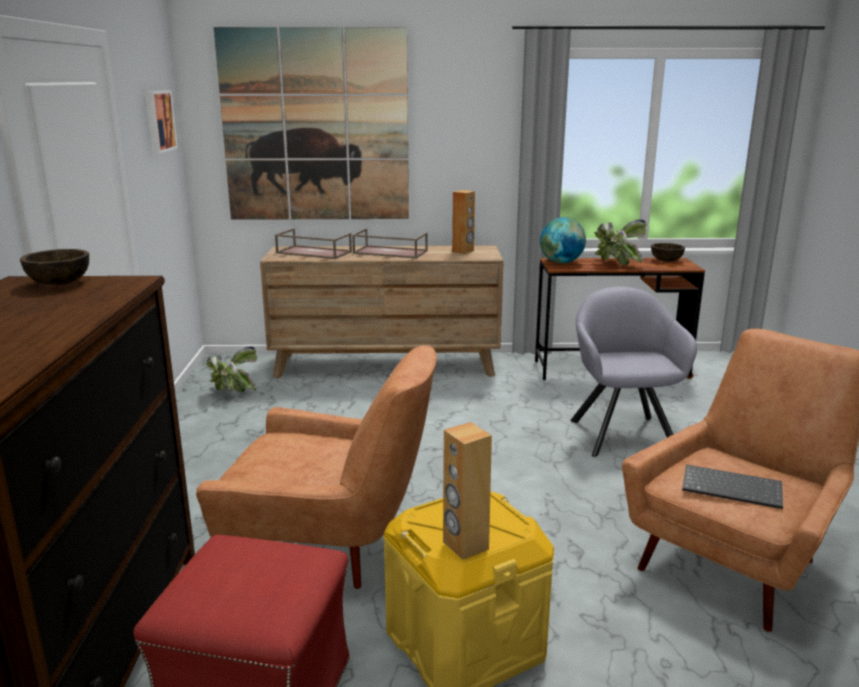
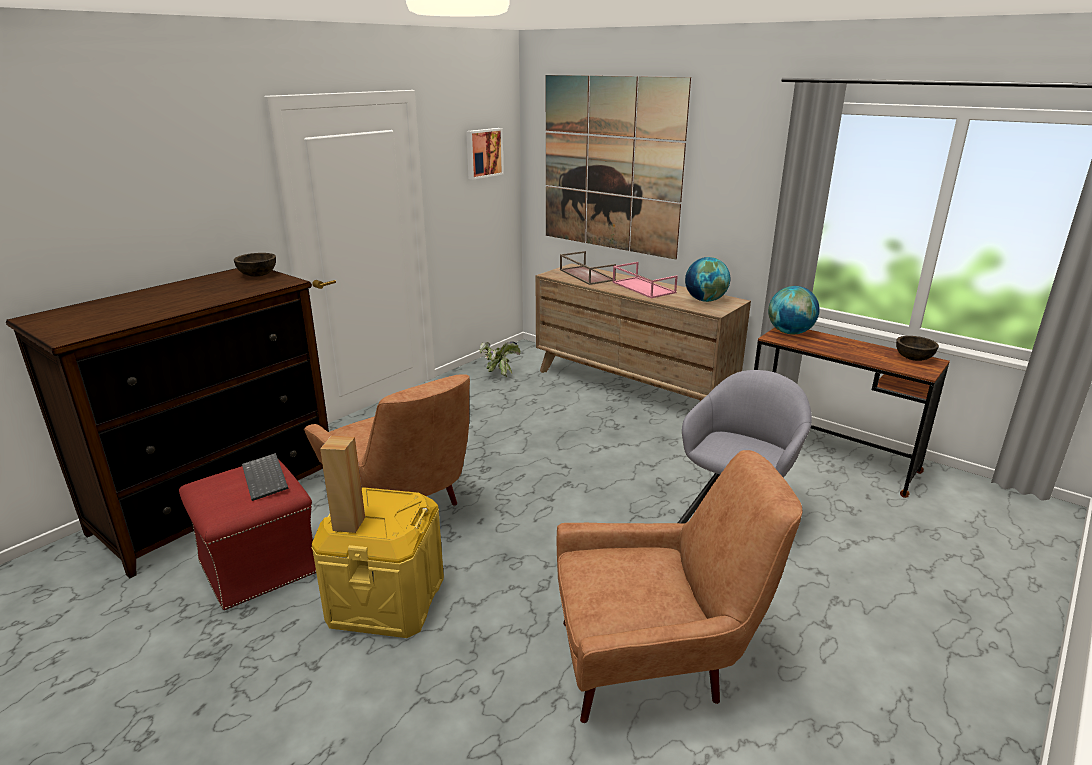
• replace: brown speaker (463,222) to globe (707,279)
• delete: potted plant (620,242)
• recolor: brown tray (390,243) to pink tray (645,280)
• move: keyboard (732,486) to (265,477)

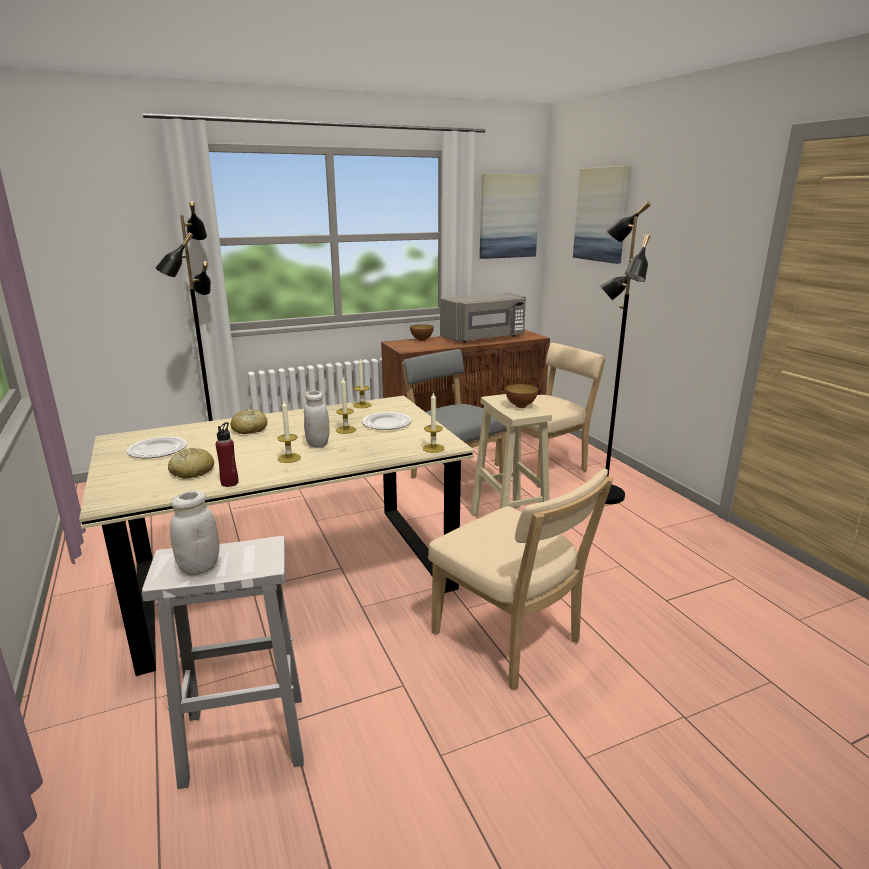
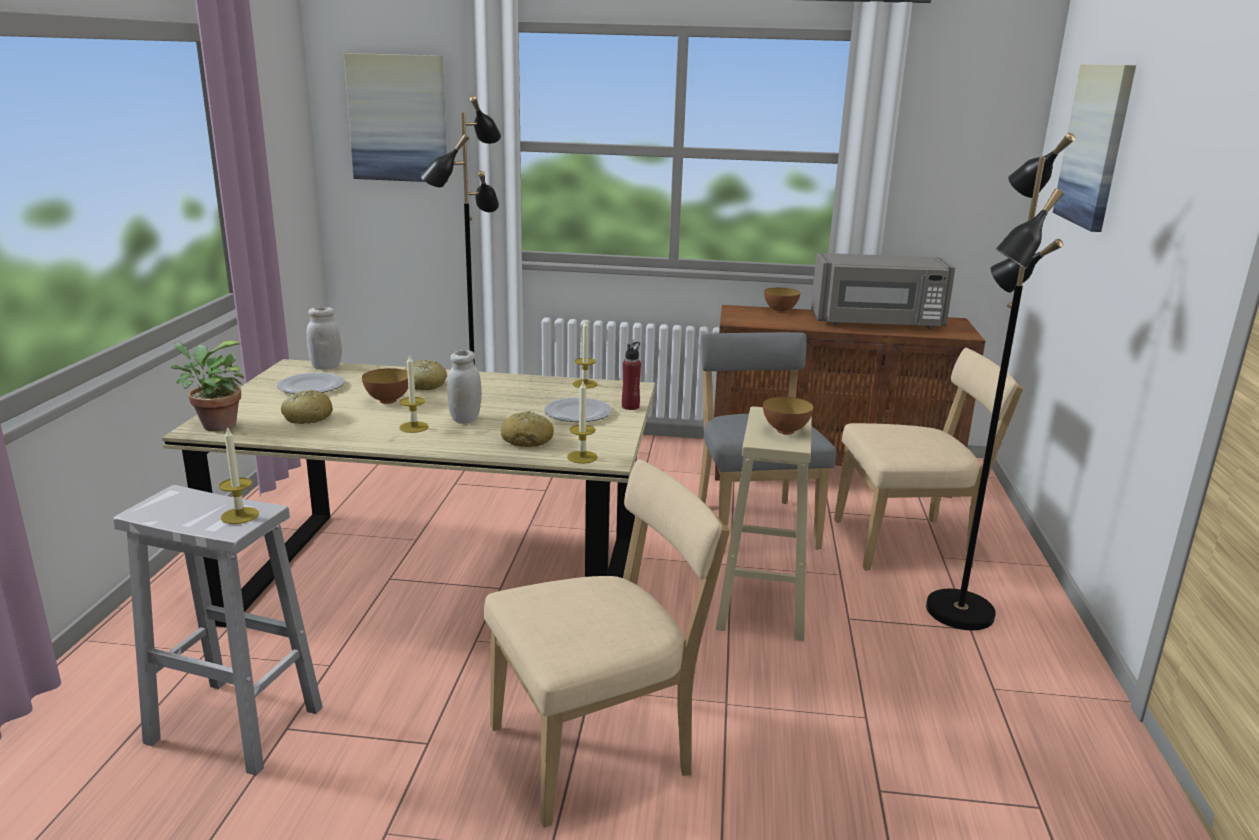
• move: picture (510,216) to (396,117)
• move: candle (346,406) to (239,475)
• move: red bottle (226,454) to (631,376)
• rotate: beige chair (520,579) = (607,643) 105 degrees counterclockwise
• move: white jar (194,533) to (324,338)
• insert: potted plant (207,385)
• insert: bowl (385,386)
• insert: bread (527,429)

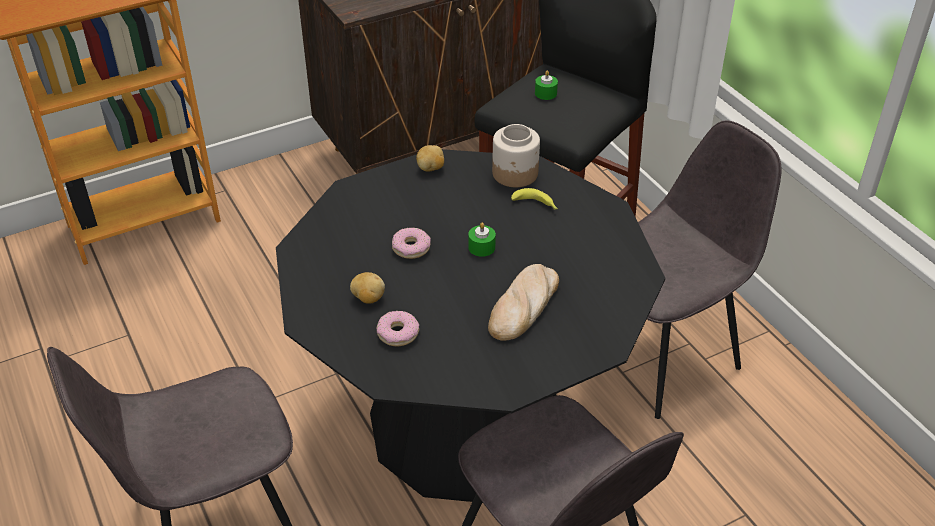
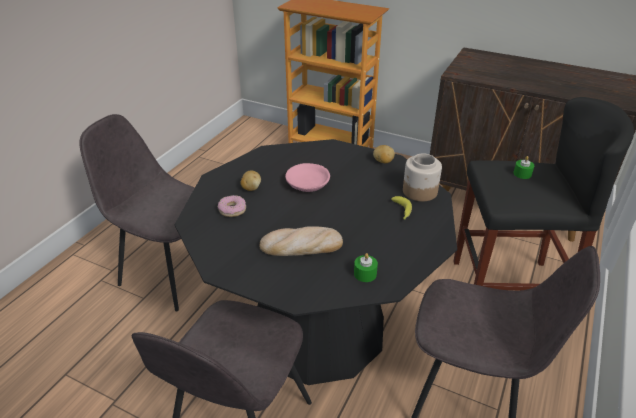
• move: green candle (482,239) to (366,267)
• replace: donut (411,243) to pink bowl (307,177)

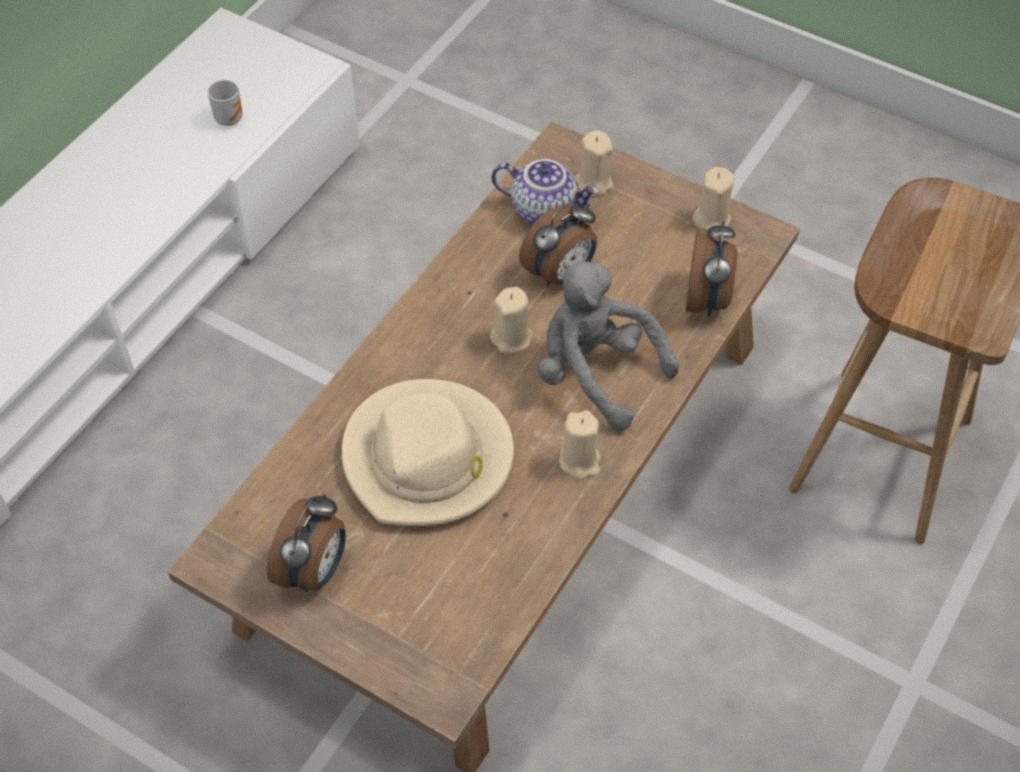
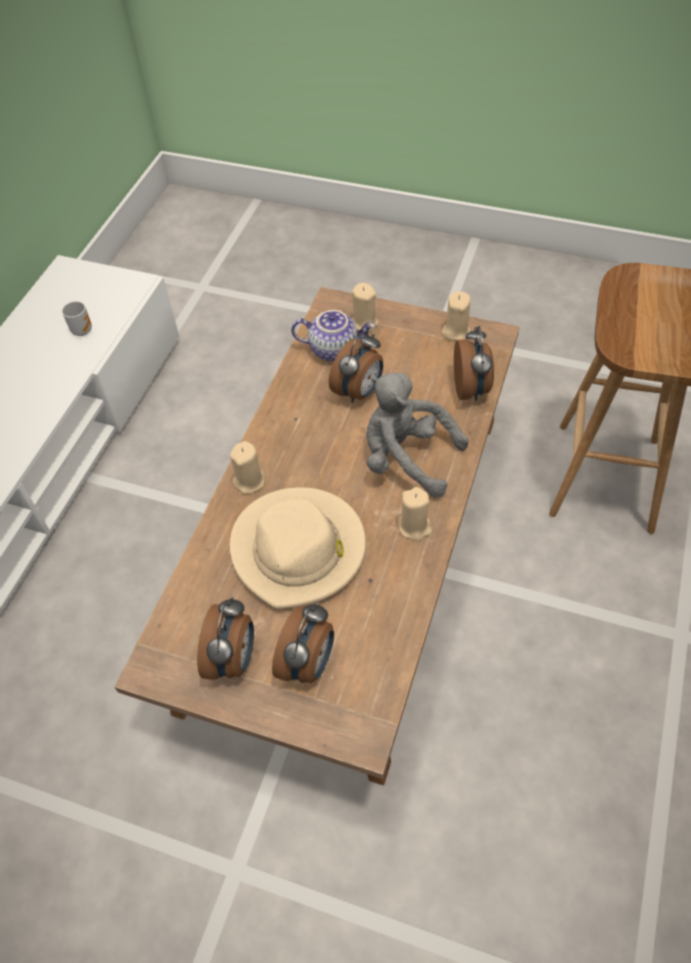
• move: beige candle (511,320) to (247,467)
• insert: alarm clock (303,642)

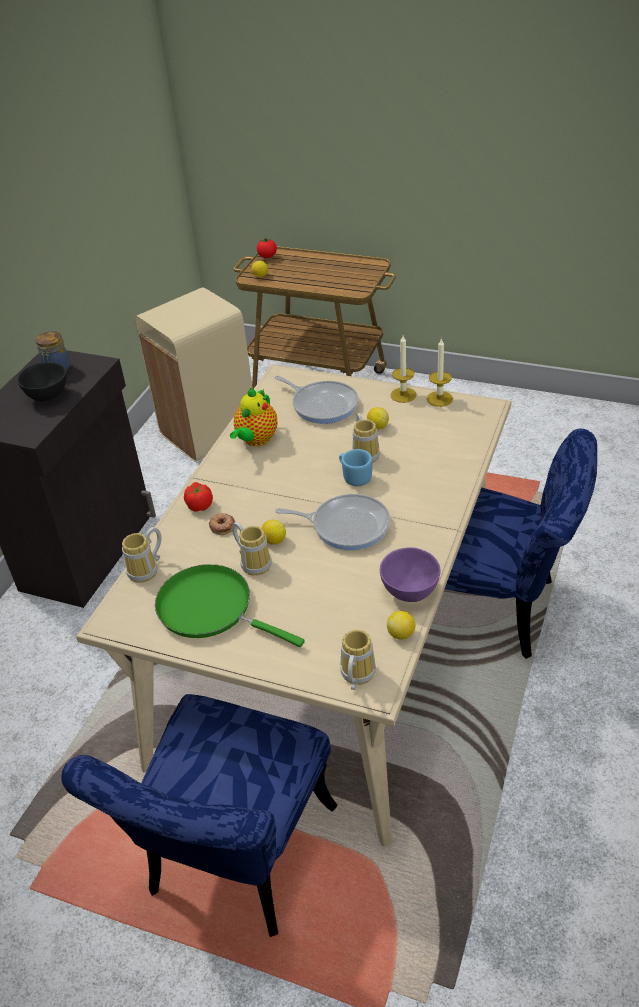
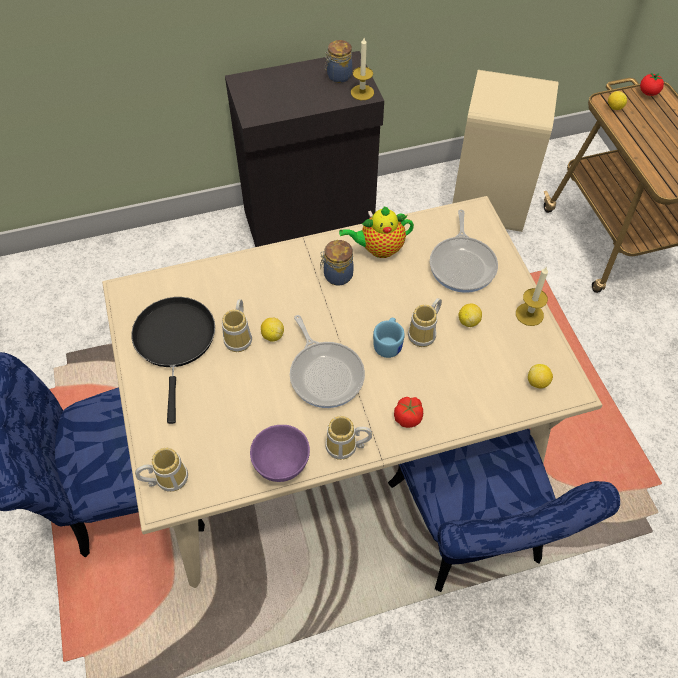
• move: candle (440,372) to (362,69)
• delete: black bowl (42,381)
• move: tomato (198,497) to (408,412)
• delete: donut (222,524)
• move: mug (142,555) to (348,438)
• recolor: green frying pan (230,605) to black frying pan (173,360)
• move: lemon (401,625) to (540,376)
• insert: jar (337,263)

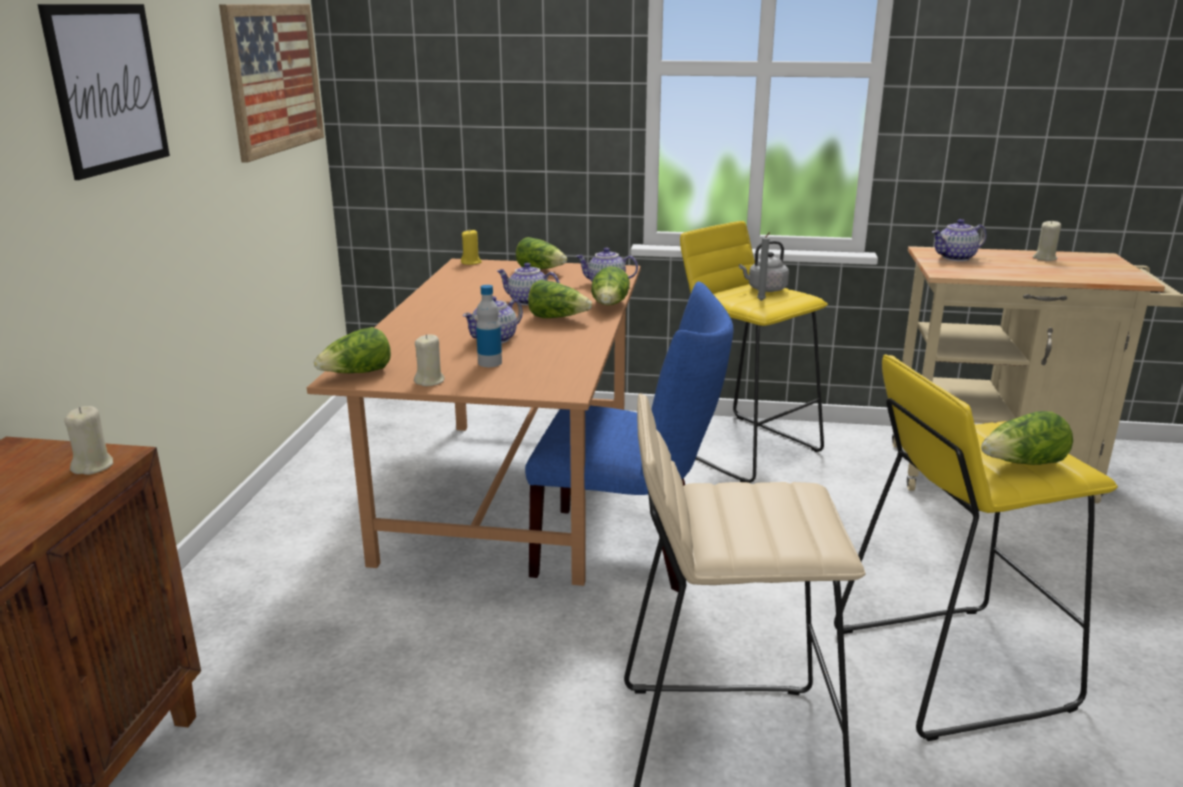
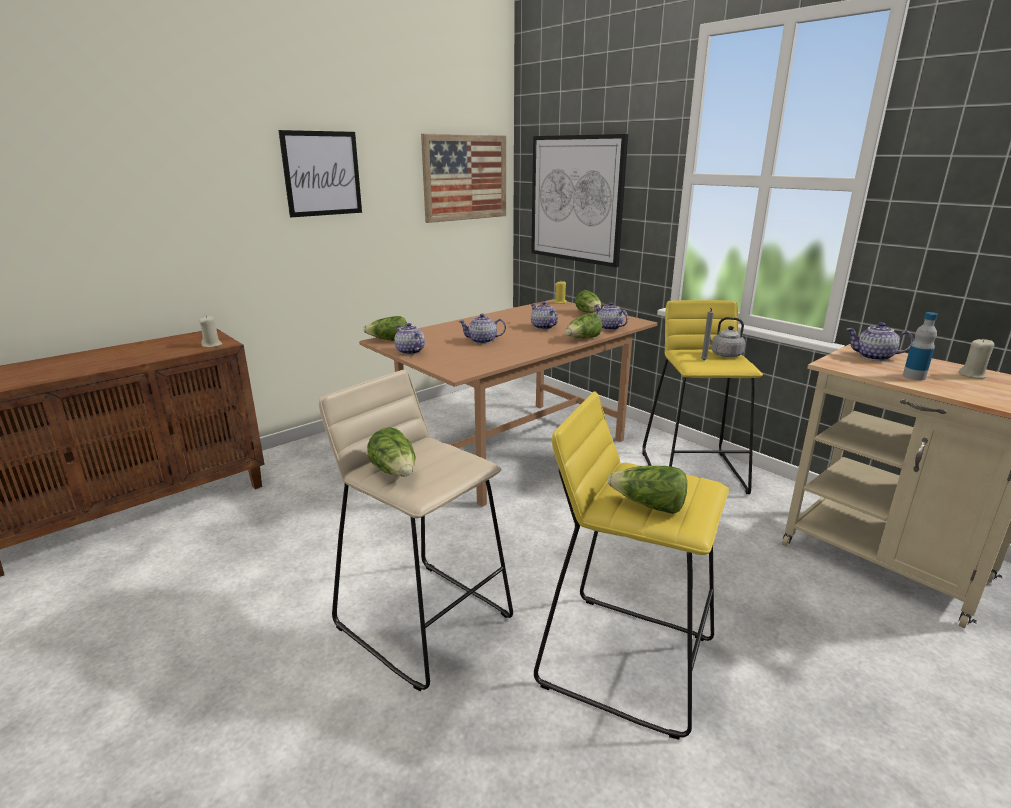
• move: lettuce (560,299) to (391,452)
• delete: blue chair (629,437)
• move: bottle (489,326) to (920,346)
• replace: beige candle (429,360) to teapot (409,339)
• insert: picture (579,200)

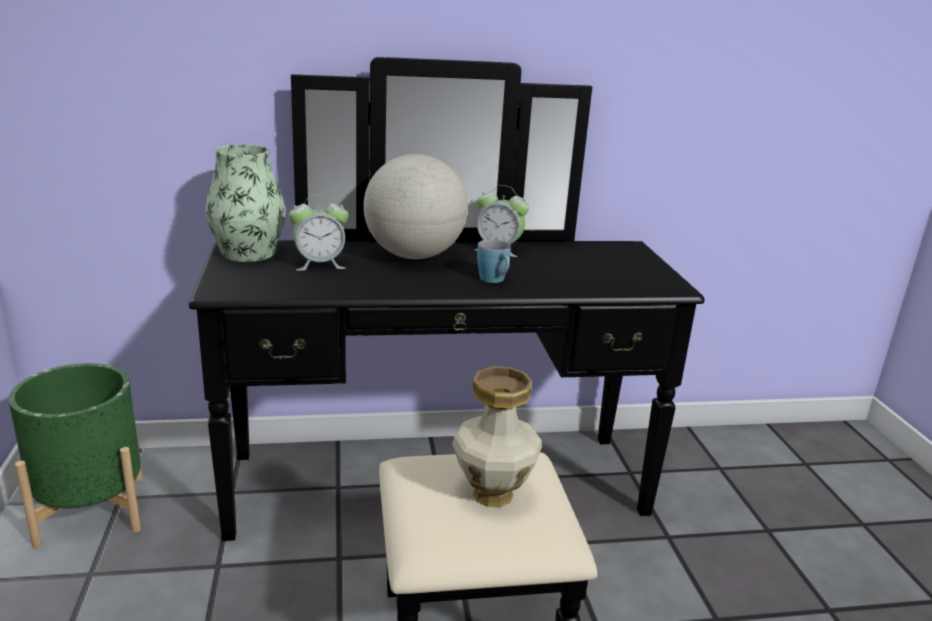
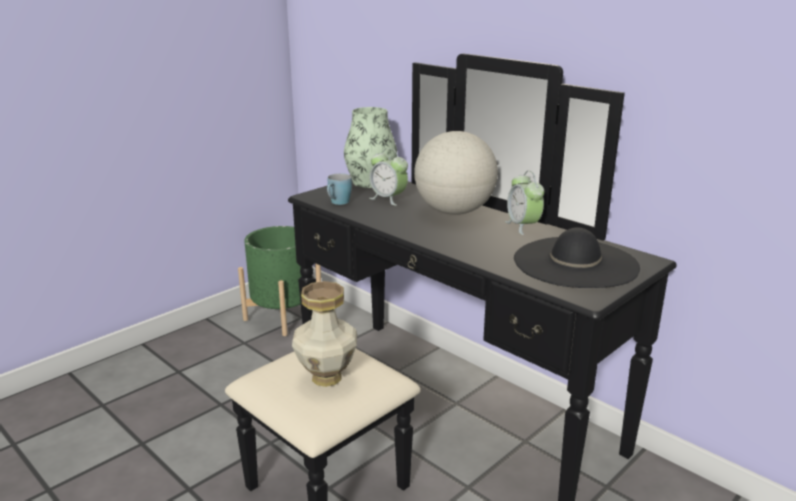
• move: blue mug (494,261) to (339,189)
• insert: black hat (577,257)

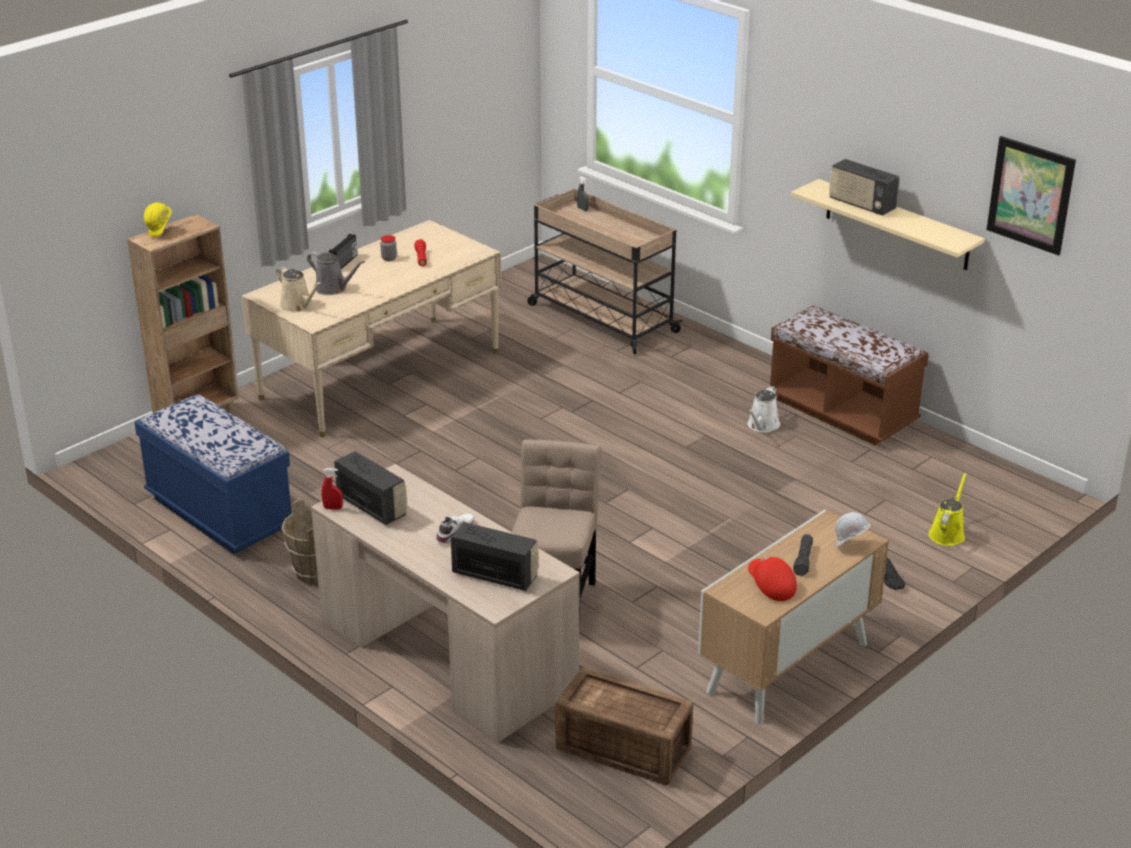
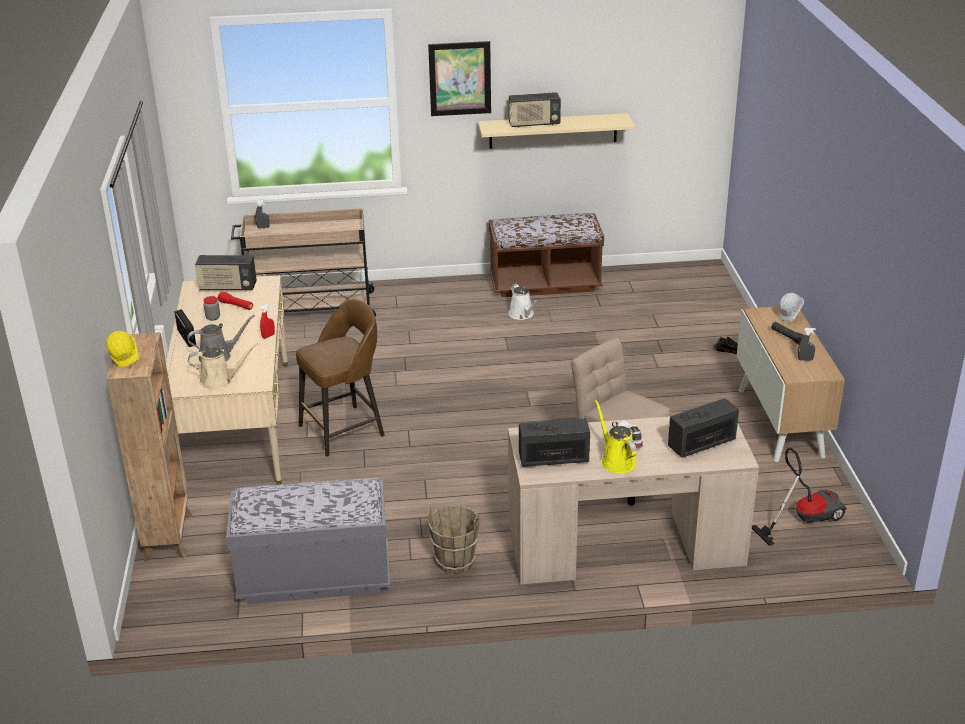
• move: picture (1031,196) to (459,78)
• recolor: blue bench (213,474) to grey bench (308,541)
• move: red spray bottle (332,489) to (267,321)
• move: yellow watering can (947,509) to (616,436)
• replace: red cap (772,579) to grey spray bottle (807,344)
• replace: crate (624,726) to vacuum cleaner (799,497)
• insert: radio (226,273)
• insert: brown stool (340,378)

